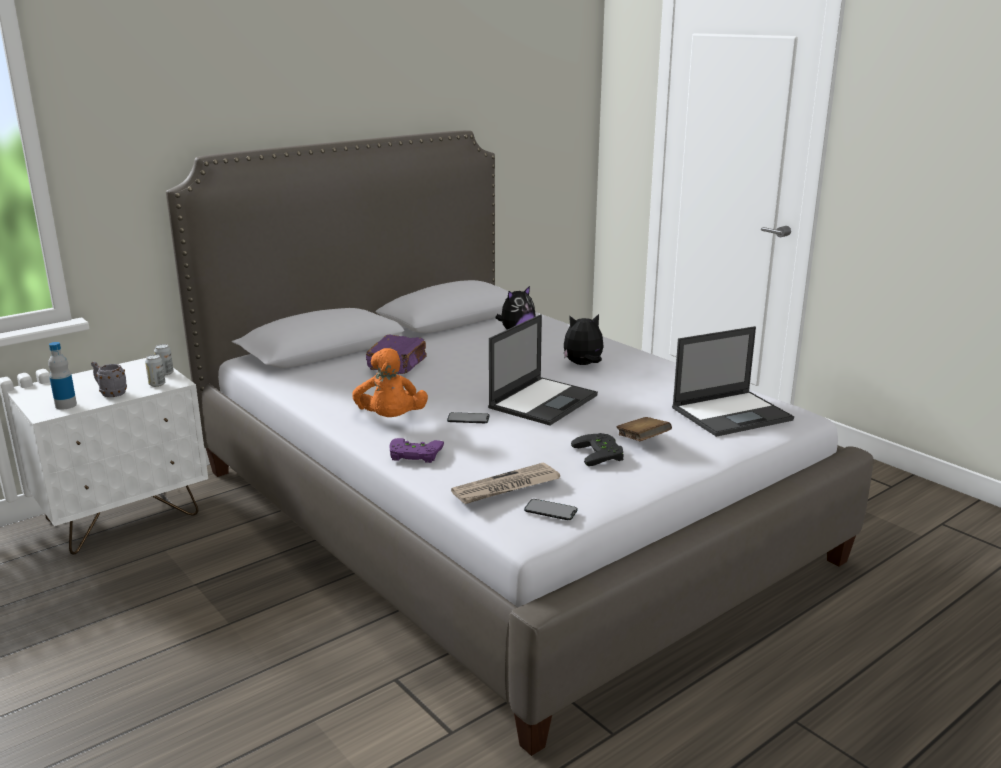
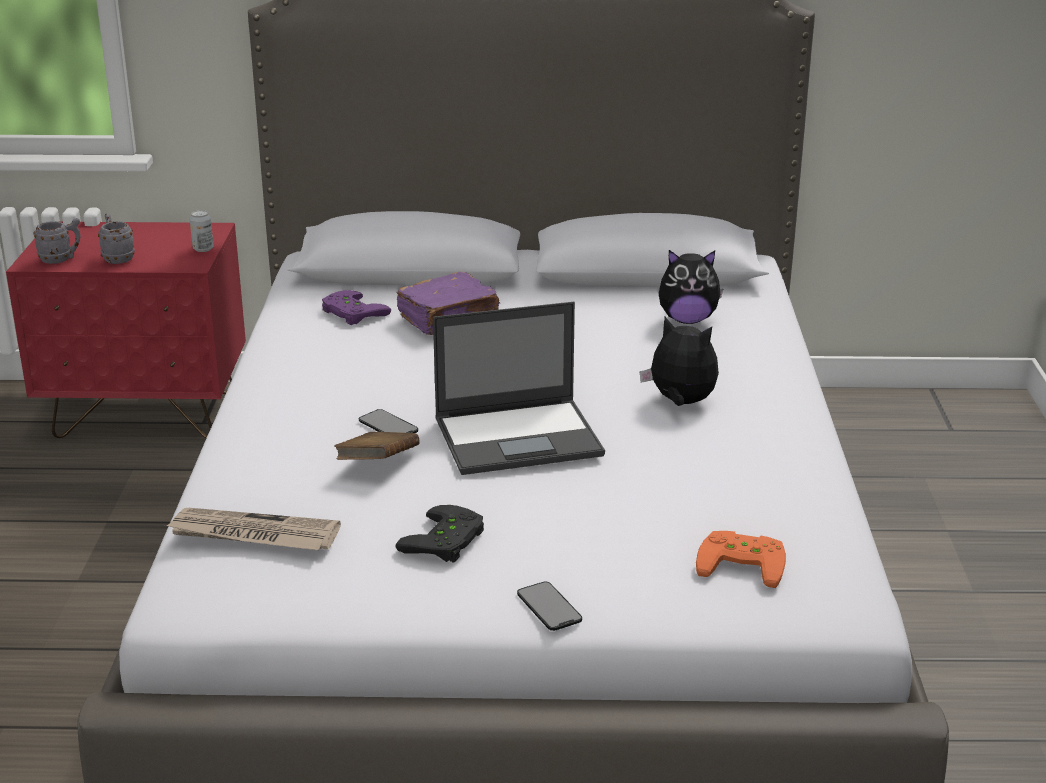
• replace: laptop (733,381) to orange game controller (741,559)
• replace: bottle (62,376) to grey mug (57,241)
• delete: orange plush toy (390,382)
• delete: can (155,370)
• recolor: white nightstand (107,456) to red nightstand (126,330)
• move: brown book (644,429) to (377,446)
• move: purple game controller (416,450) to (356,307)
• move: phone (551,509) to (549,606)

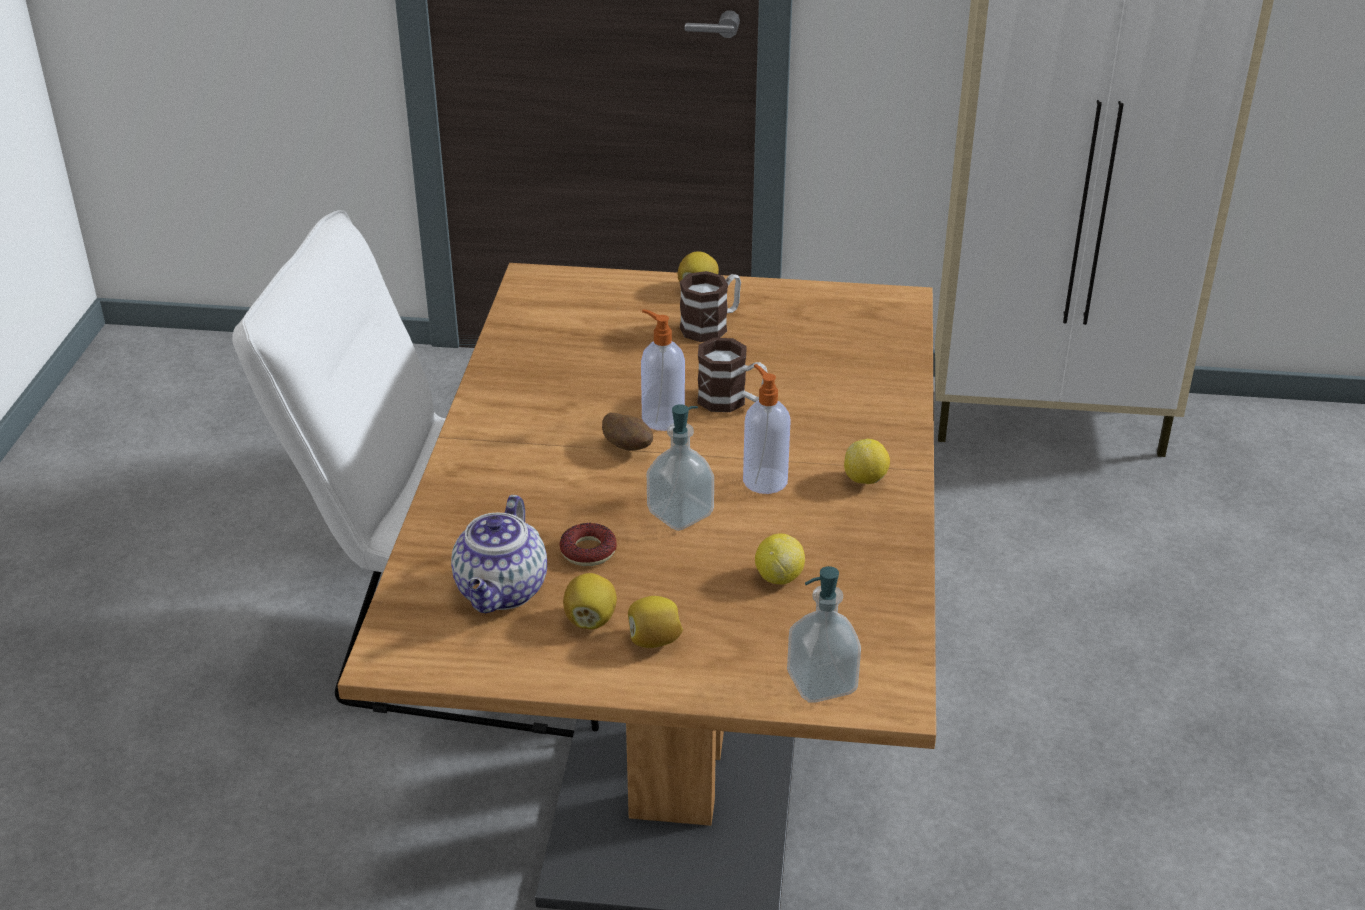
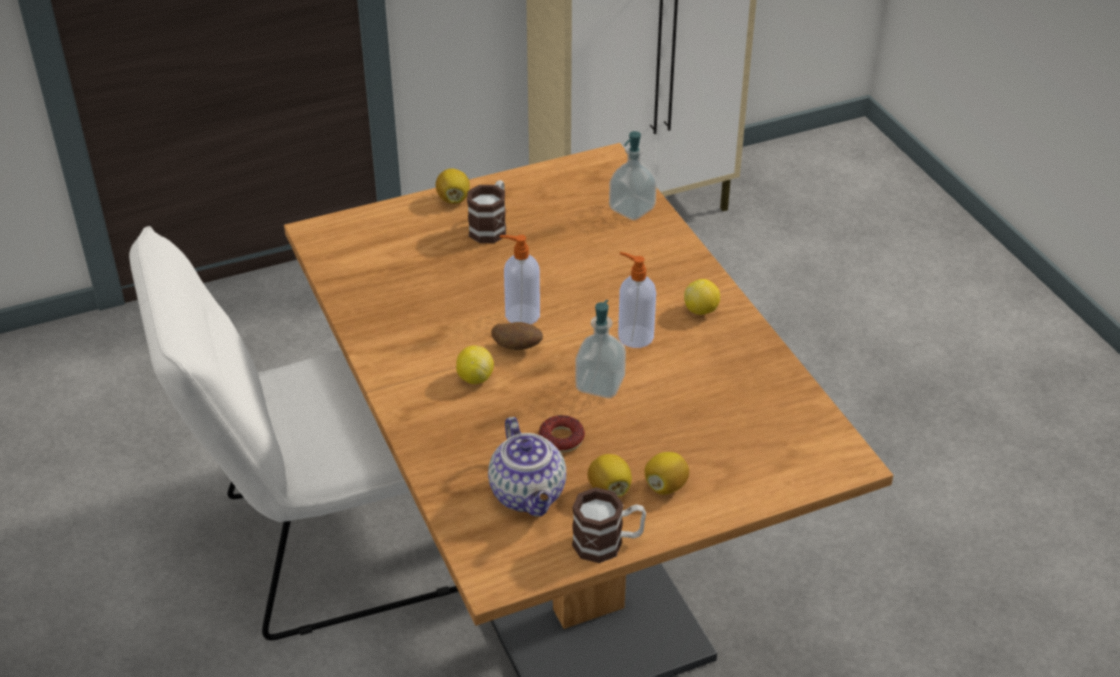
• move: mug (732,375) to (609,525)
• move: lemon (780,559) to (475,364)
• move: soap dispenser (824,634) to (633,175)

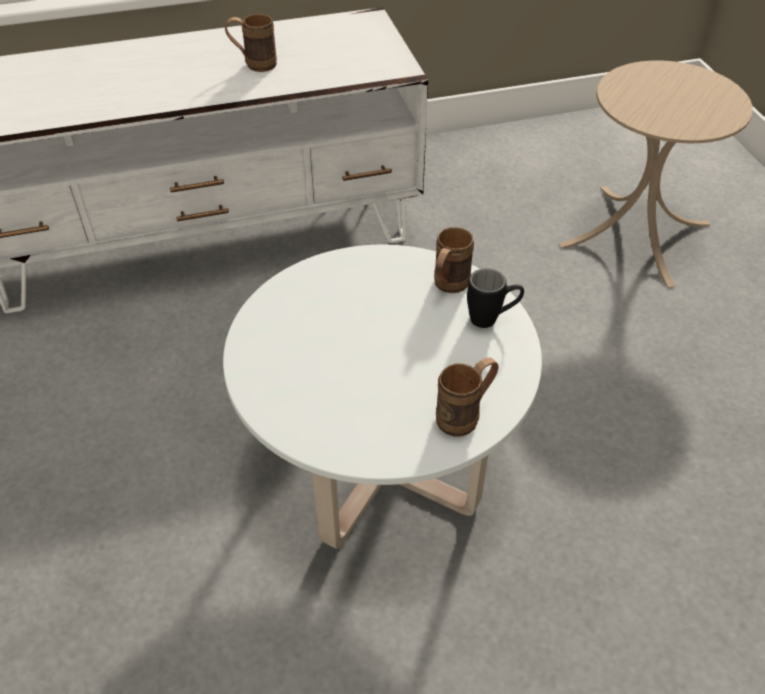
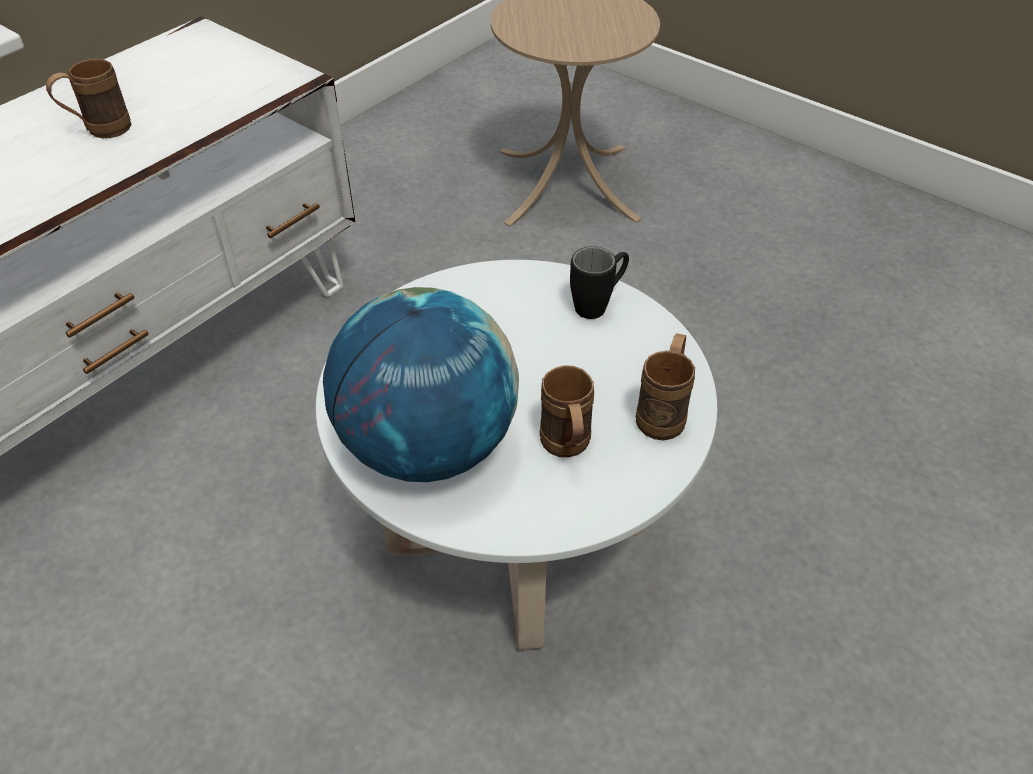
• move: brown mug (454,260) to (567,411)
• insert: globe (421,384)

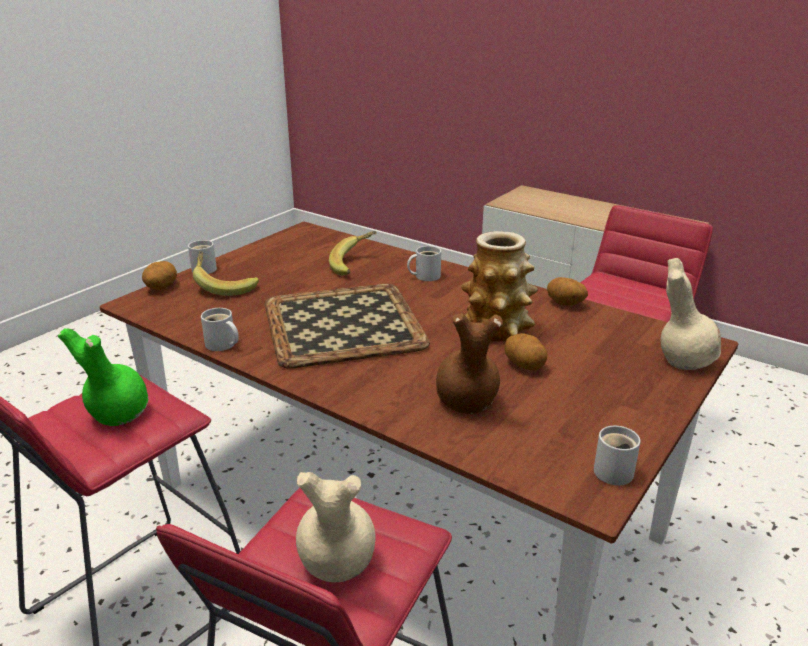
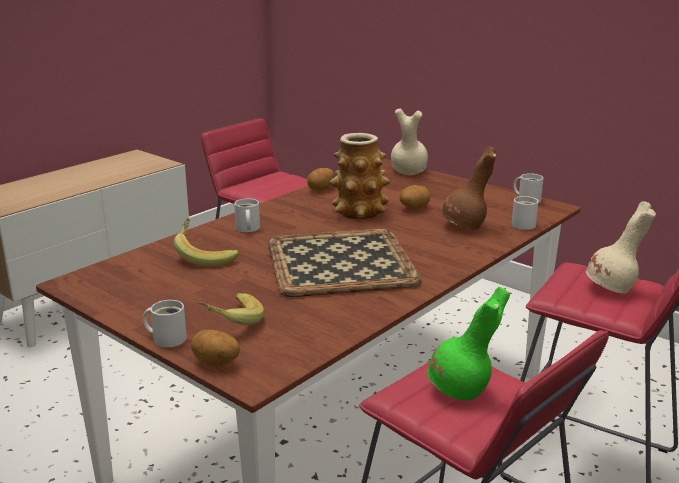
• move: white mug (220,329) to (525,213)

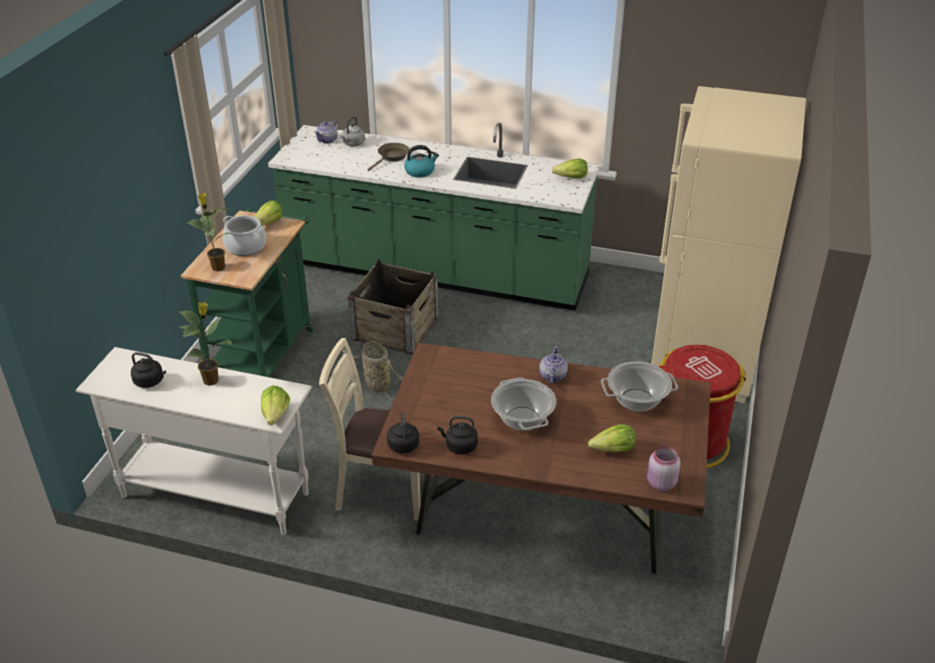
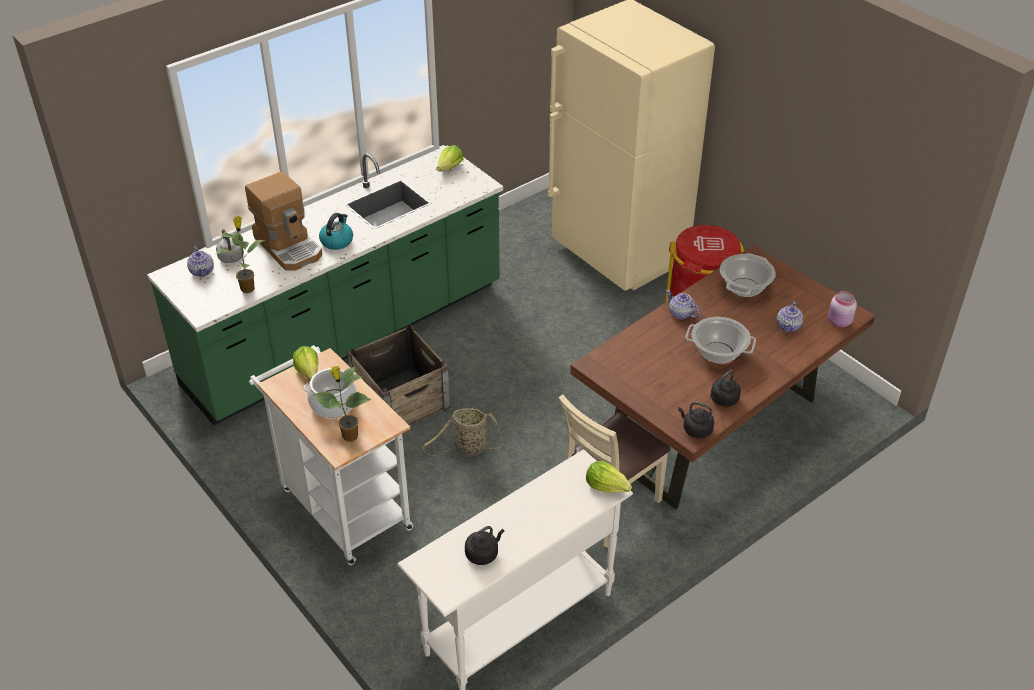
• replace: brown frying pan (388,157) to coffee machine (283,220)
• recolor: green cart (247,292) to white cart (331,455)
• move: potted plant (206,344) to (240,254)
• replace: lettuce (612,438) to teapot (790,316)

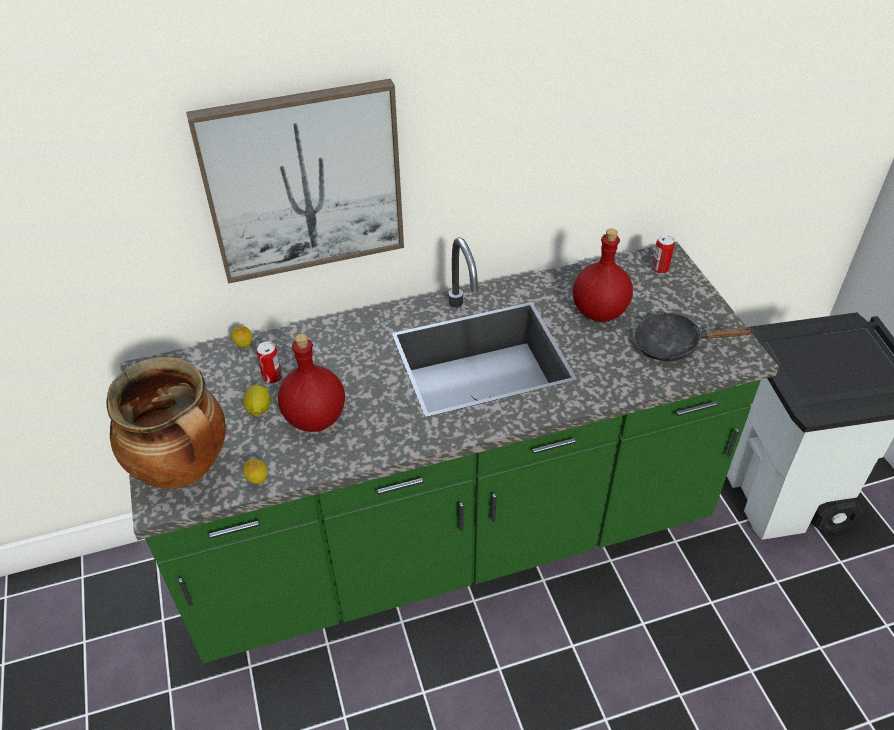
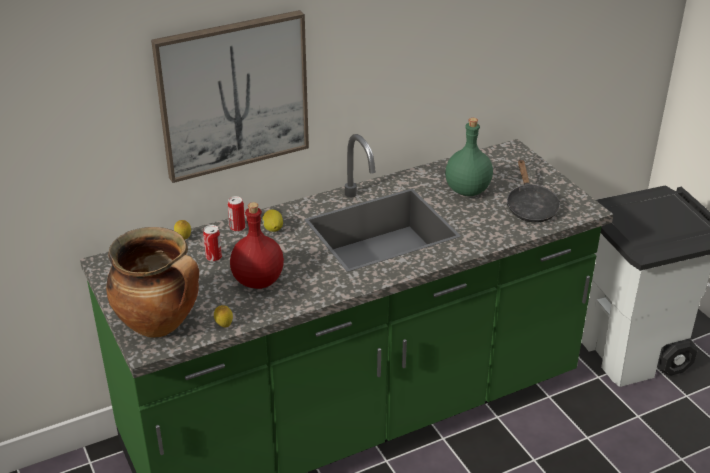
• recolor: red bottle (603,275) to green bottle (469,157)
• move: can (663,254) to (236,214)
• rotate: black frying pan (694,336) = (533,191) 90 degrees counterclockwise
• move: lemon (256,400) to (272,220)

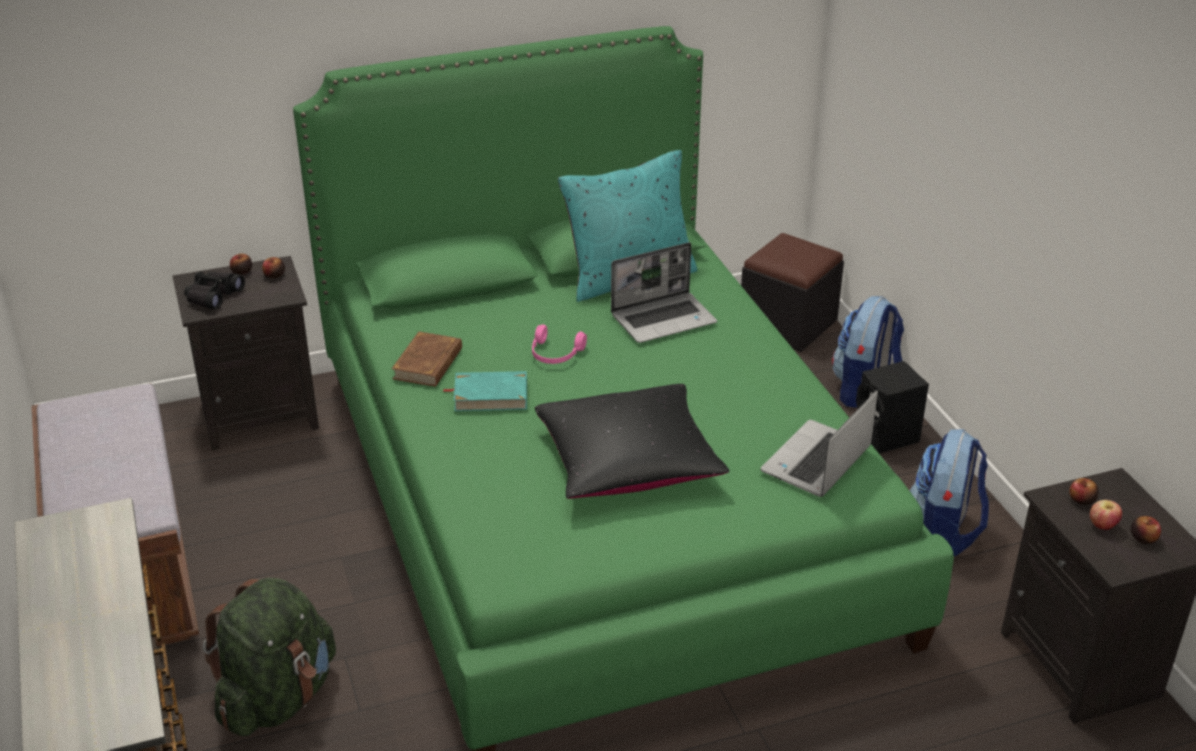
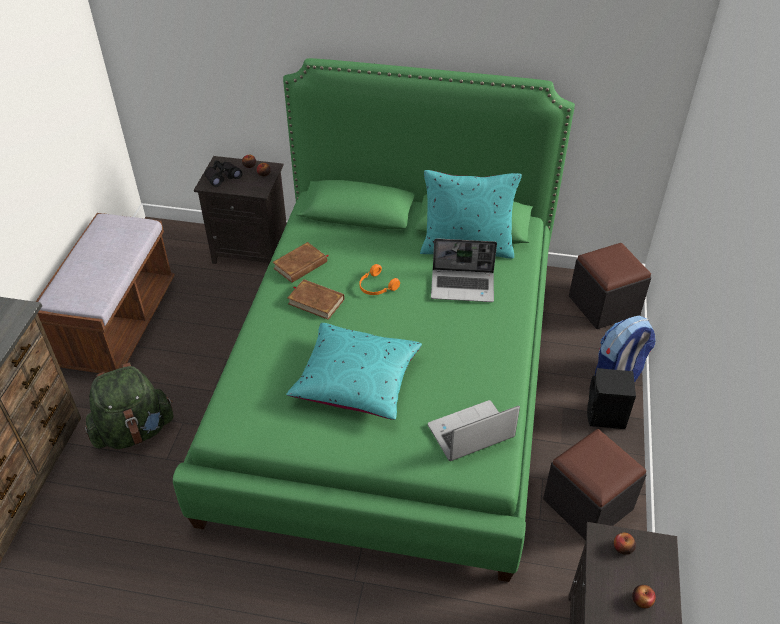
• recolor: pink headphones (559,344) to orange headphones (380,279)
• recolor: turquoise book (485,391) to brown book (315,299)
• recolor: black pillow (632,441) to turquoise pillow (354,371)
• replace: backpack (949,492) to black ottoman (594,484)
• delete: apple (1106,515)

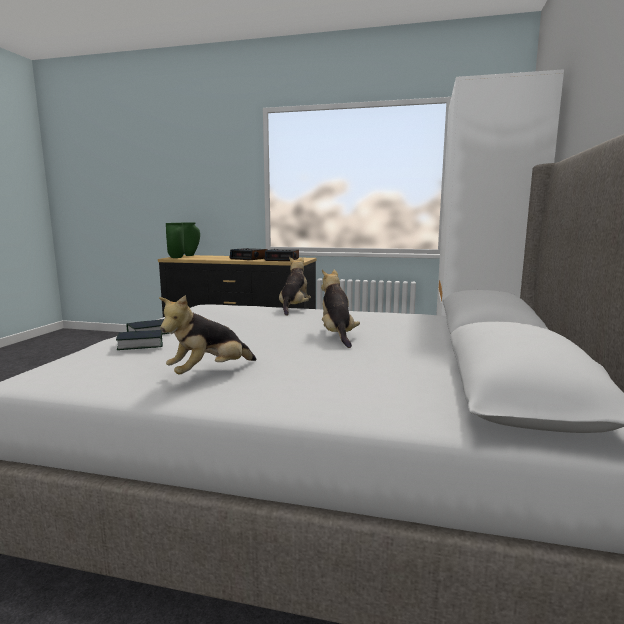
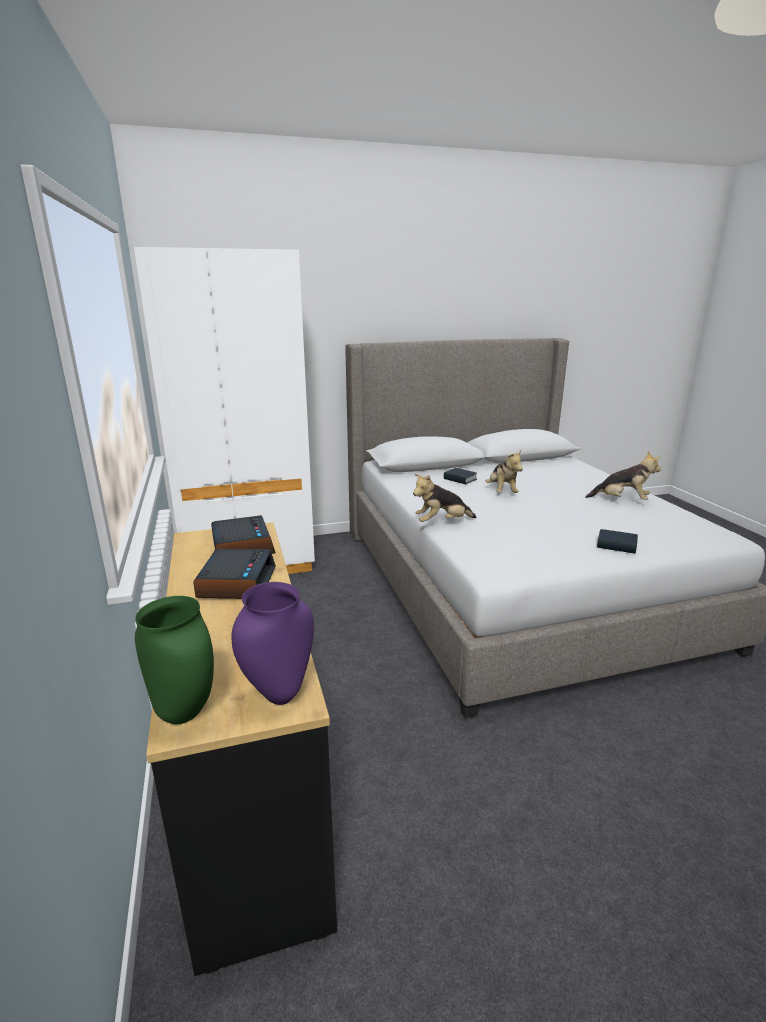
• recolor: green vase (175,240) to purple vase (273,643)
• rotate: plush toy (340,309) = (504,471) 60 degrees counterclockwise
• move: book (139,340) to (460,476)

